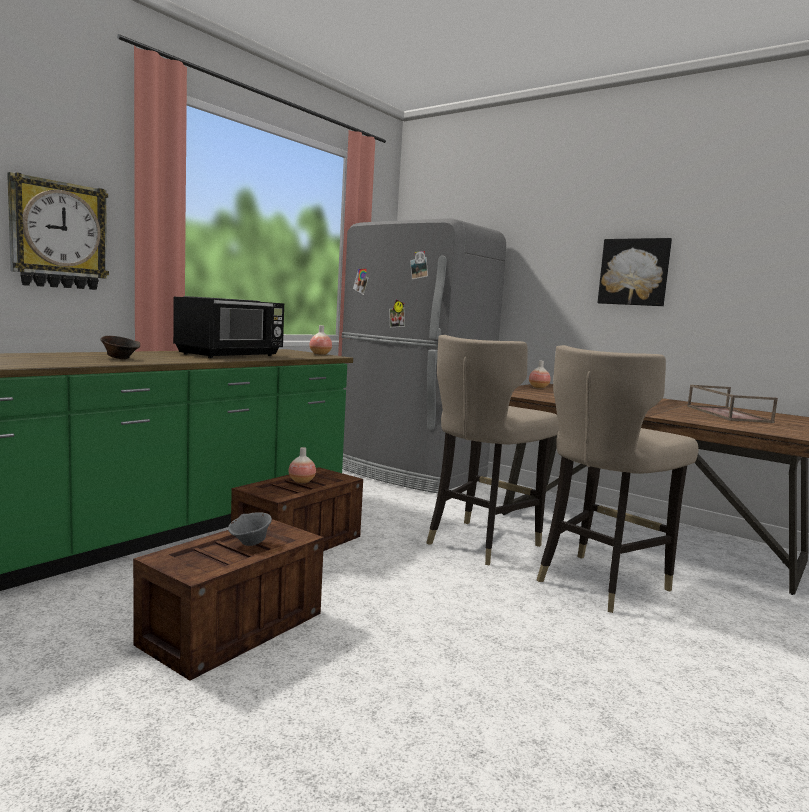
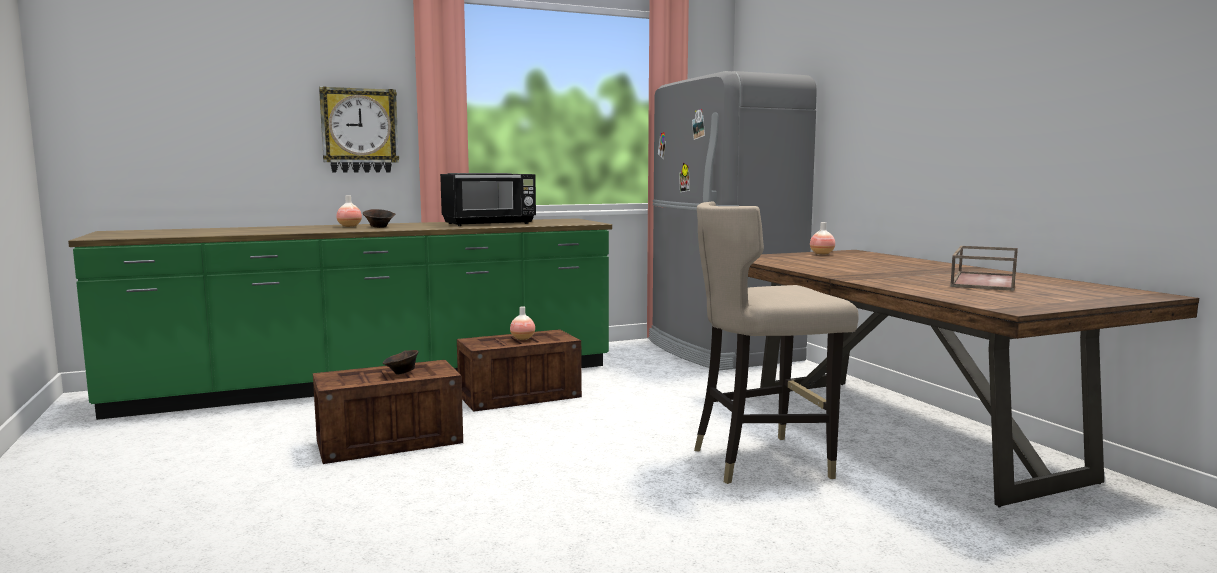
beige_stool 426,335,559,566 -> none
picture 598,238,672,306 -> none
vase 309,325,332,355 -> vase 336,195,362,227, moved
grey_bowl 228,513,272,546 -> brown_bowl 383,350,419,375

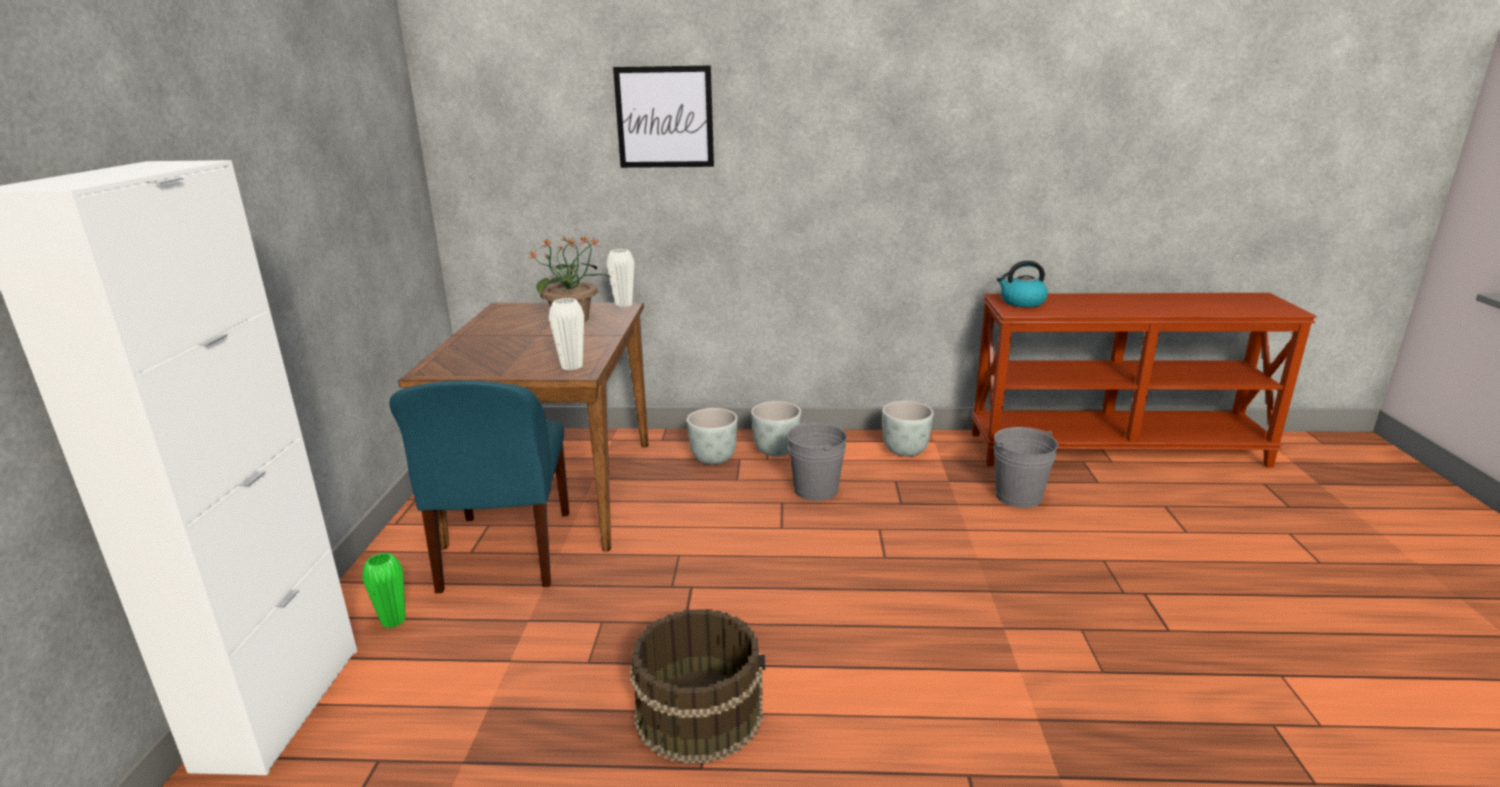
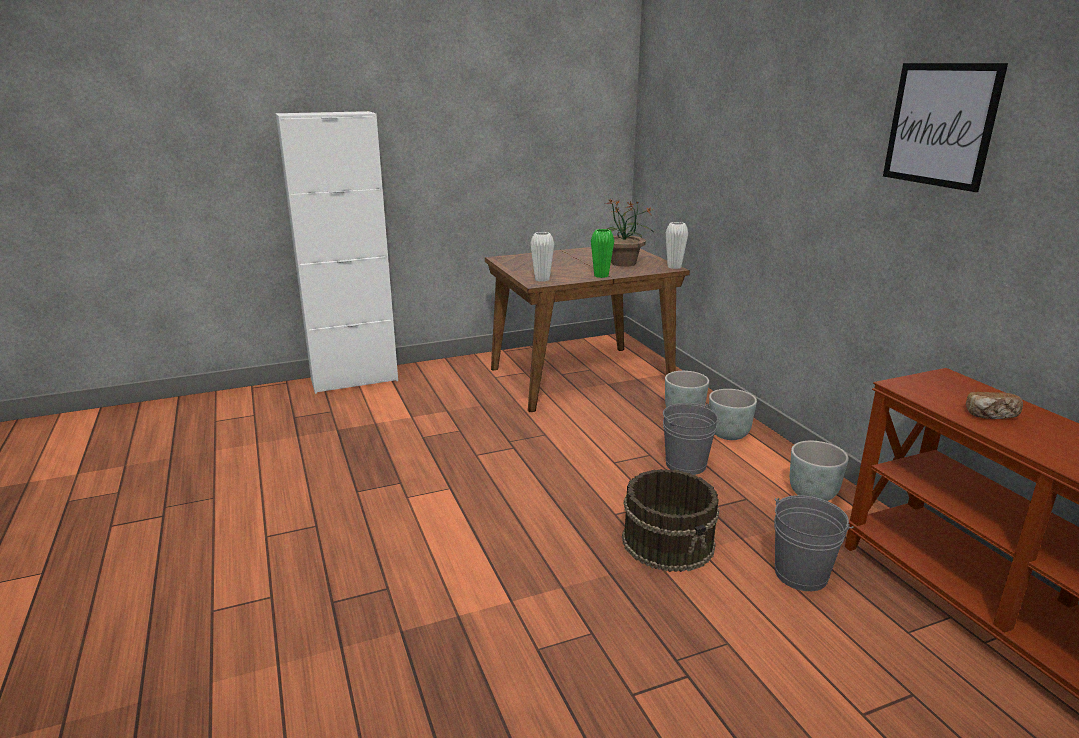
blue_chair 389,381,569,593 -> none
kettle 997,260,1048,307 -> none
none -> bread 966,392,1023,419
green_vase 362,553,406,628 -> green_vase 591,229,614,278, moved
picture 613,65,714,168 -> picture 883,63,1008,192, moved
brown_bucket 630,609,765,764 -> brown_bucket 622,469,720,572, moved

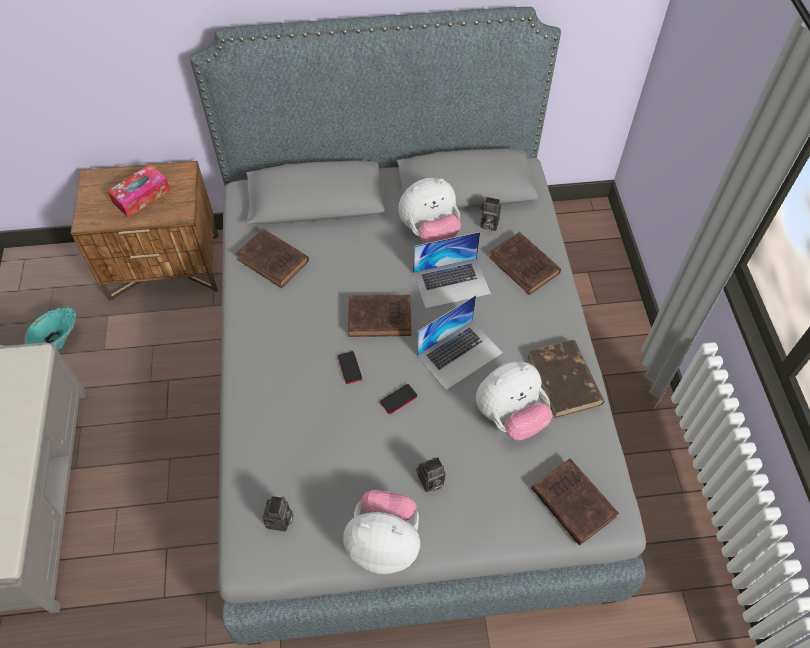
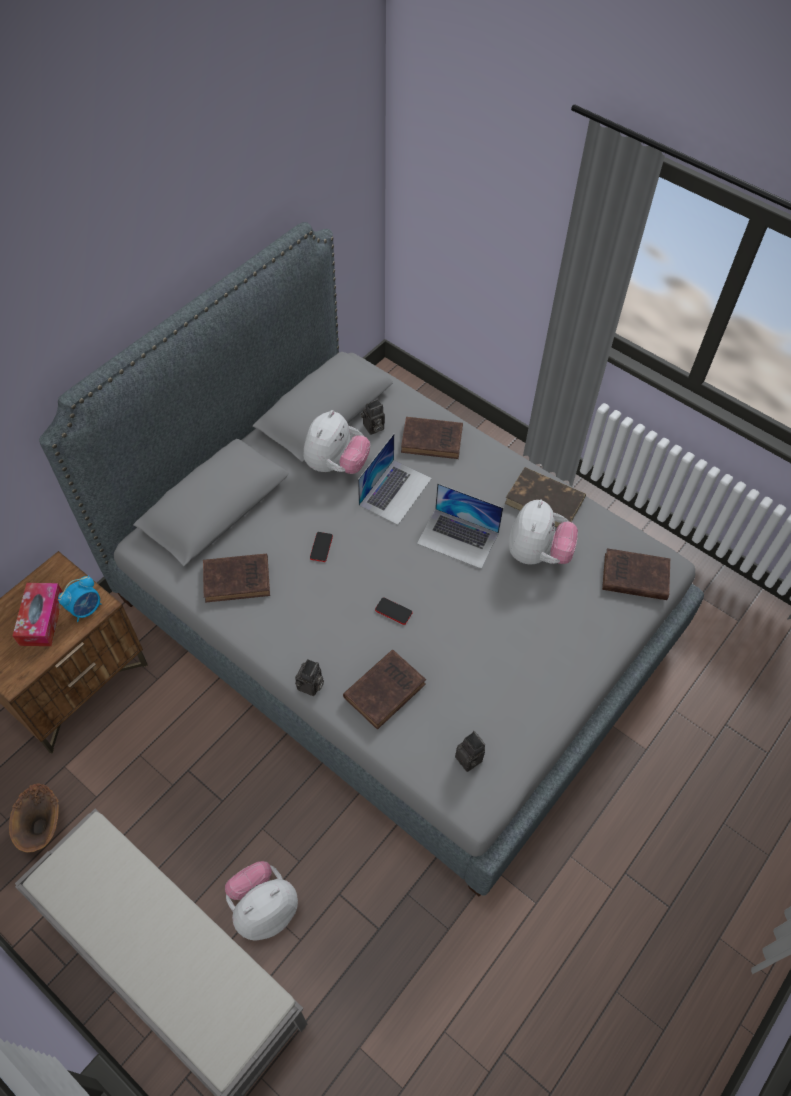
none -> alarm_clock 58,576,101,622
plush_toy 343,490,420,574 -> plush_toy 225,861,298,941, moved
brown_book 348,295,411,337 -> brown_book 343,650,426,730, moved
phone 380,384,418,414 -> phone 310,532,333,562, moved
photo_camera 416,457,446,492 -> photo_camera 295,659,324,696, moved
turquoise_vase 24,307,76,350 -> brown_vase 9,783,59,852
laptop 417,295,503,390 -> laptop 417,483,503,569, 105 degrees clockwise

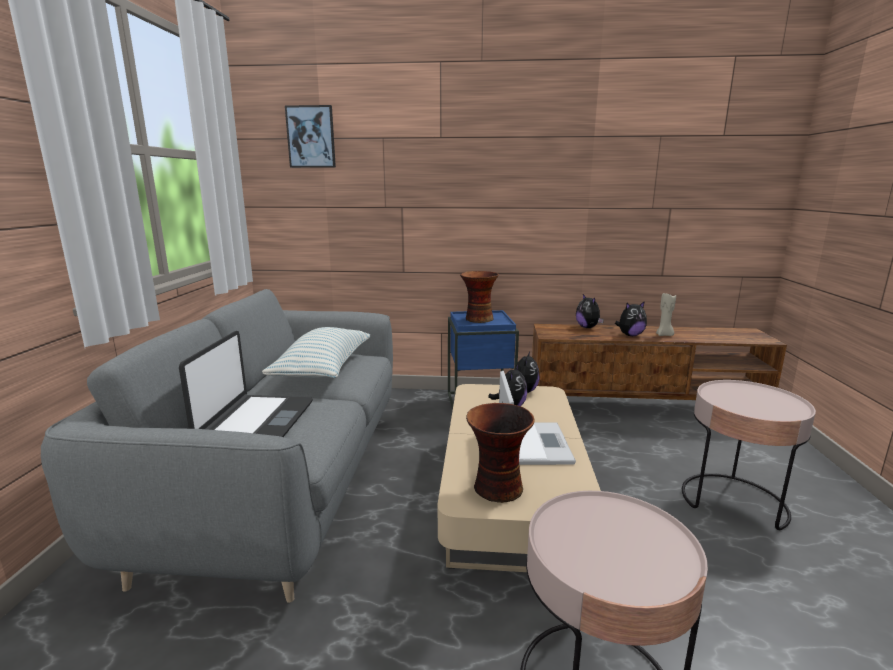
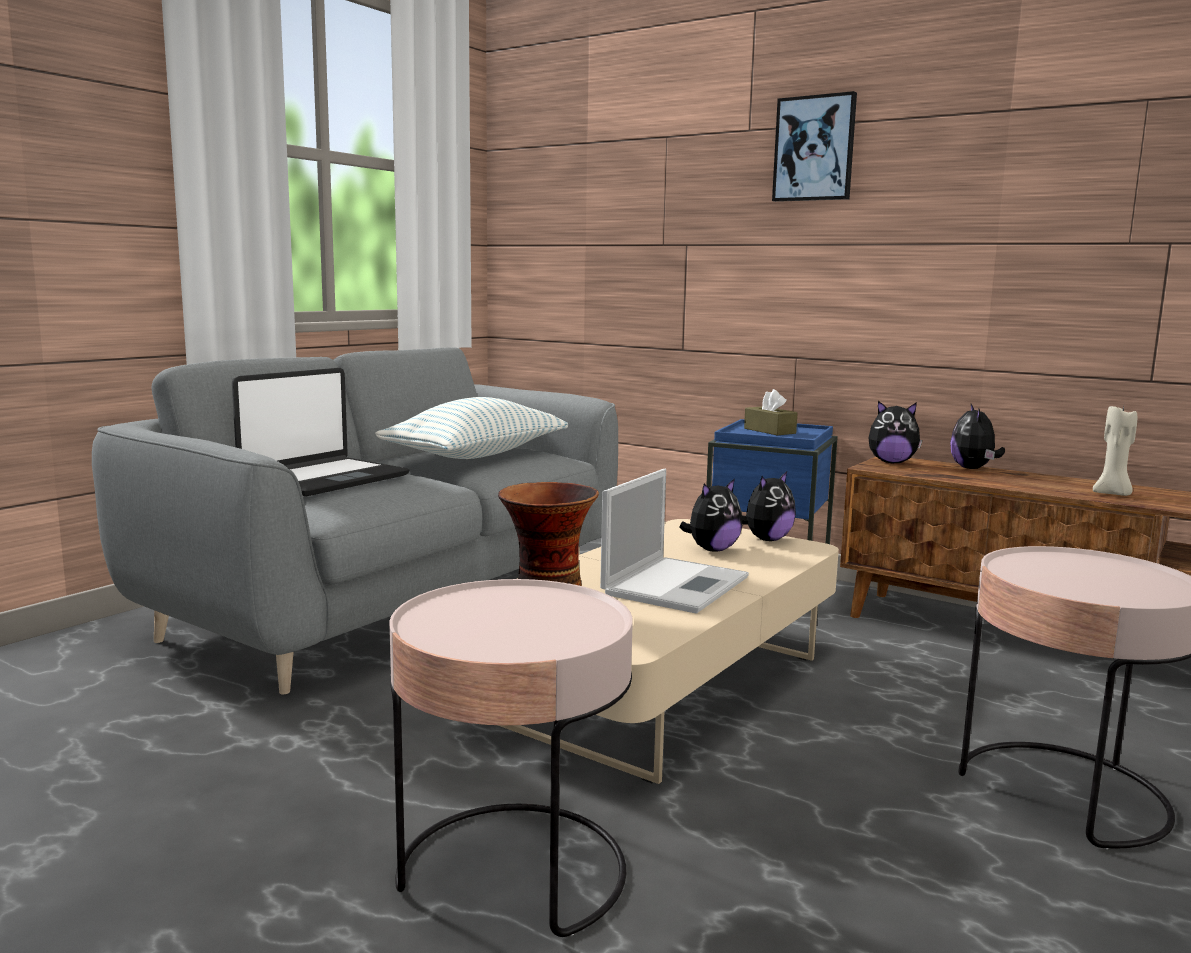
picture 285,105,336,168 -> picture 772,91,857,202, moved
plush_toy 615,301,647,336 -> plush_toy 868,401,922,463, moved
vase 460,271,499,323 -> brown_tissue_box 744,389,798,436

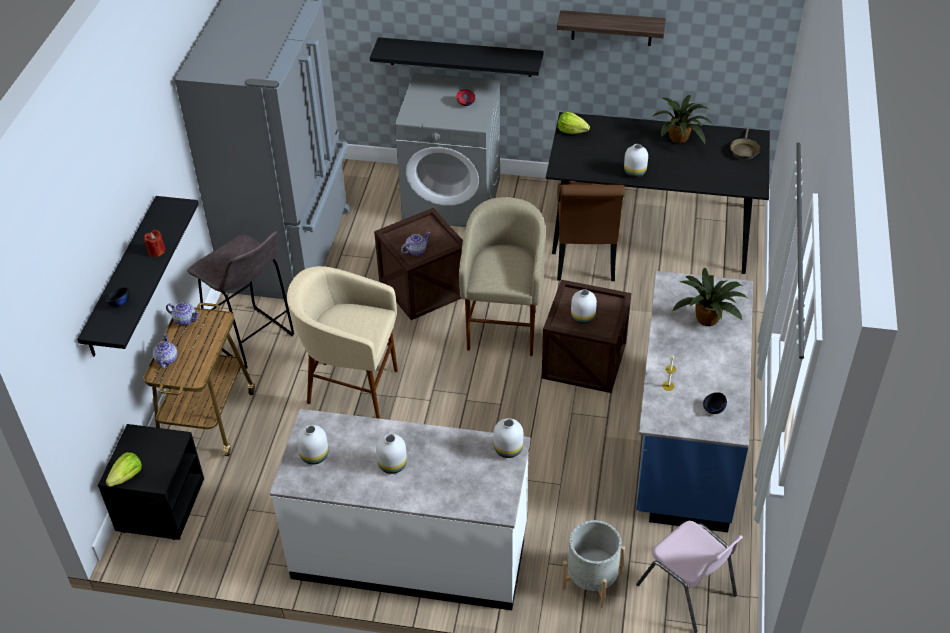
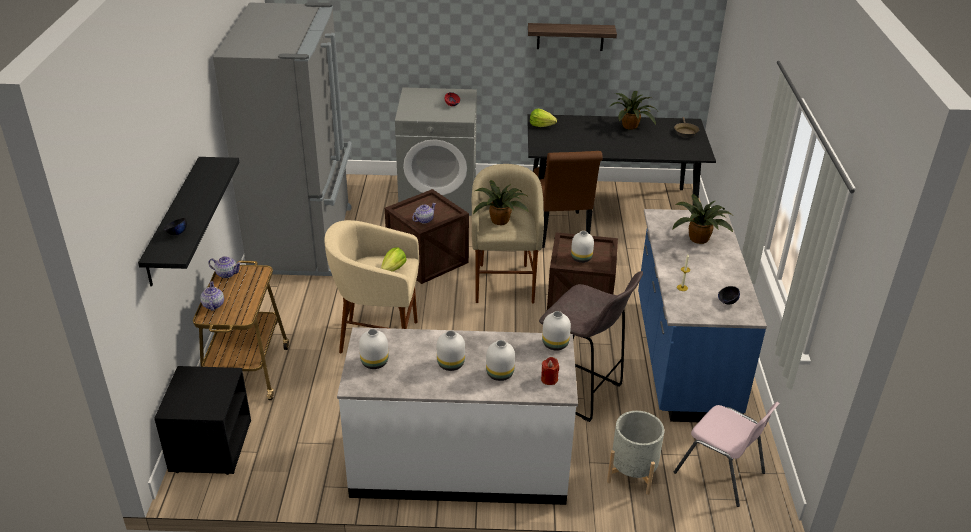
black_shelf 370,37,543,77 -> none
none -> potted_plant 473,180,529,225
lettuce 106,452,142,487 -> lettuce 381,247,407,272, moved
red_candle 144,230,165,257 -> red_candle 541,357,559,385, moved
grey_stool 187,231,294,369 -> grey_stool 539,271,643,422, moved
white_vase 624,144,648,177 -> white_vase 486,340,515,381, moved

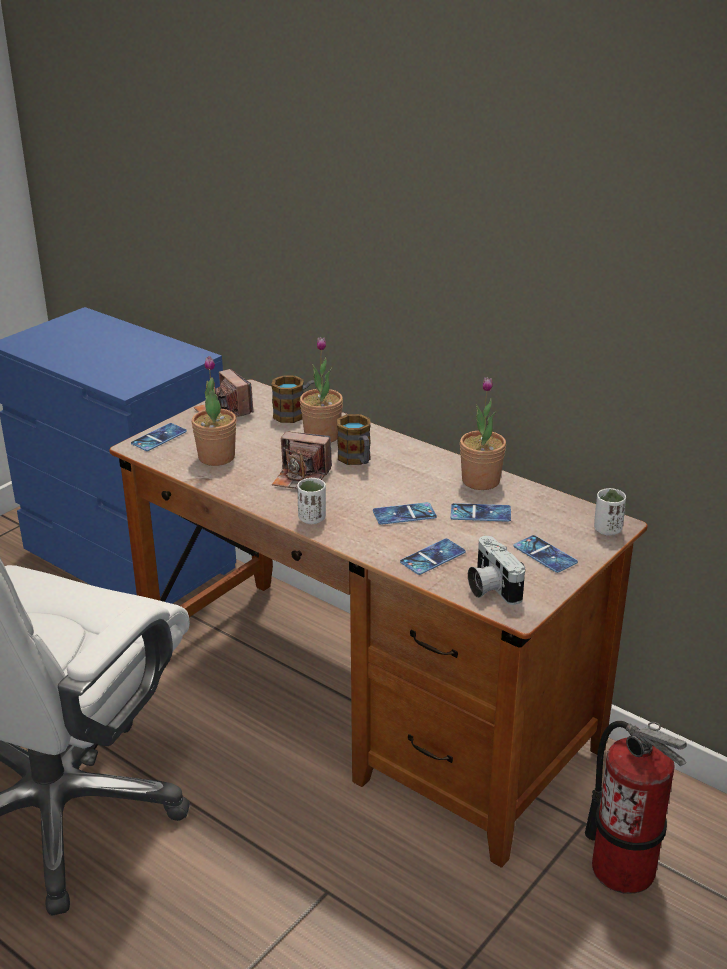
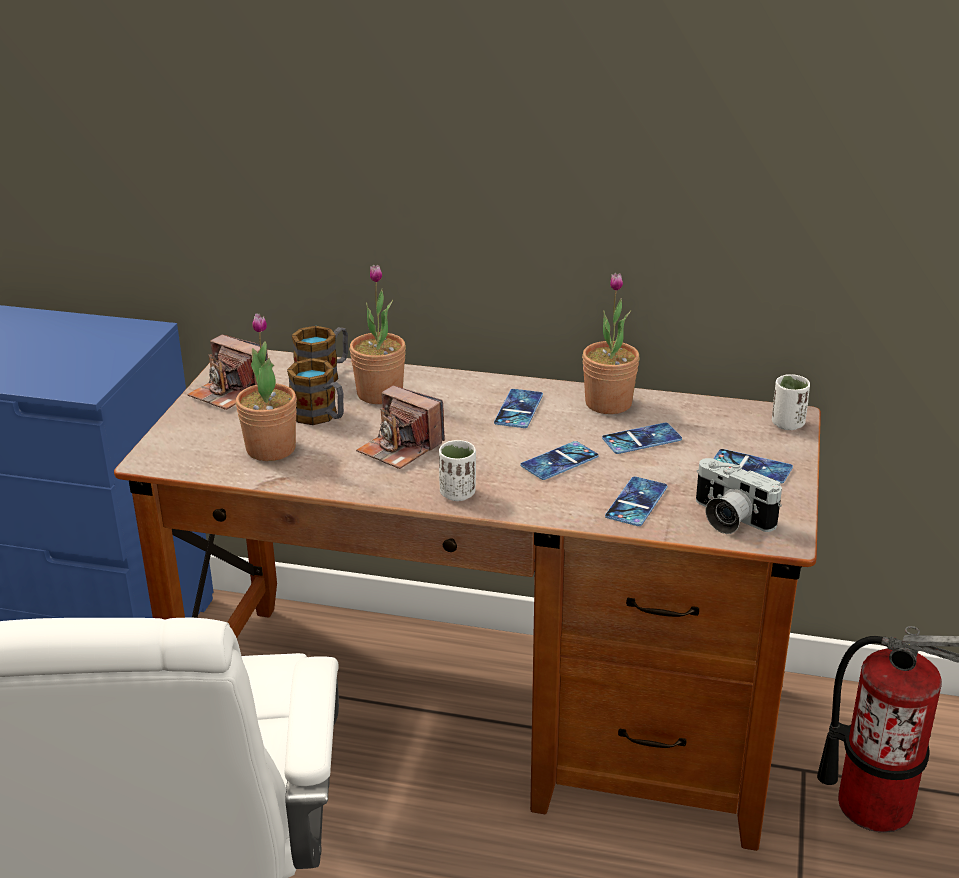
phone 131,423,187,451 -> phone 494,389,543,428, moved
mug 337,414,371,465 -> mug 287,358,344,425, moved
photo_camera 272,432,332,489 -> photo_camera 356,385,445,469, 45 degrees clockwise

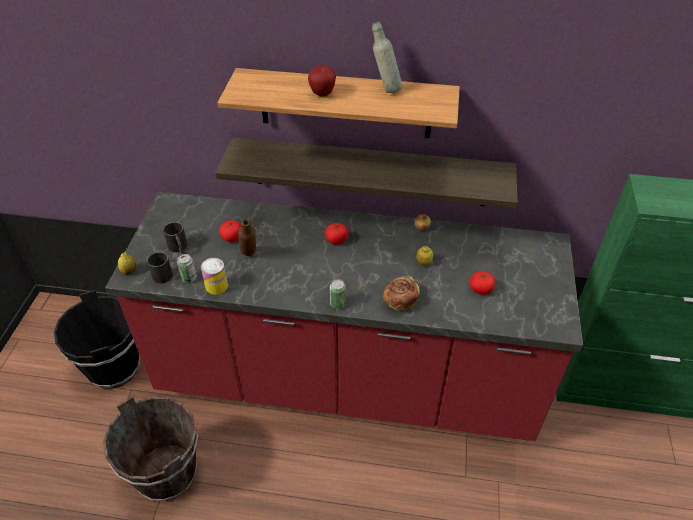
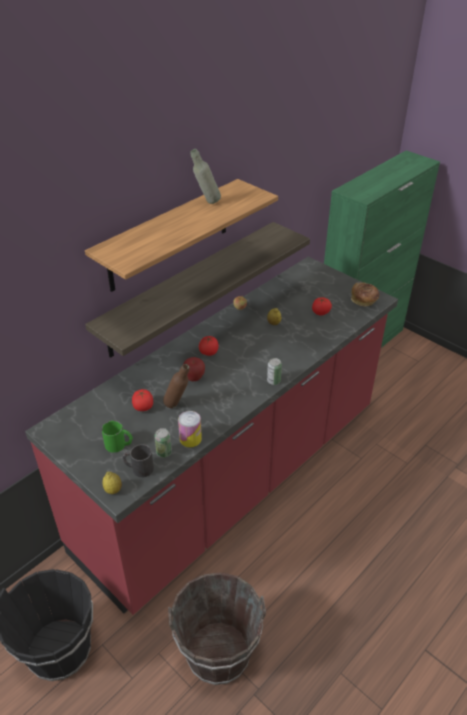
apple 308,65,336,97 -> apple 183,357,205,381, moved
bread 383,276,420,311 -> bread 351,282,379,306, moved
black_mug 163,222,187,253 -> green_mug 102,421,133,453

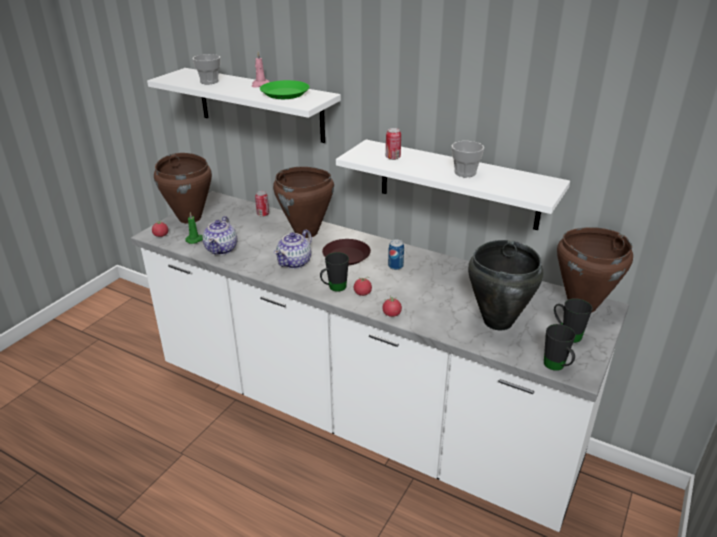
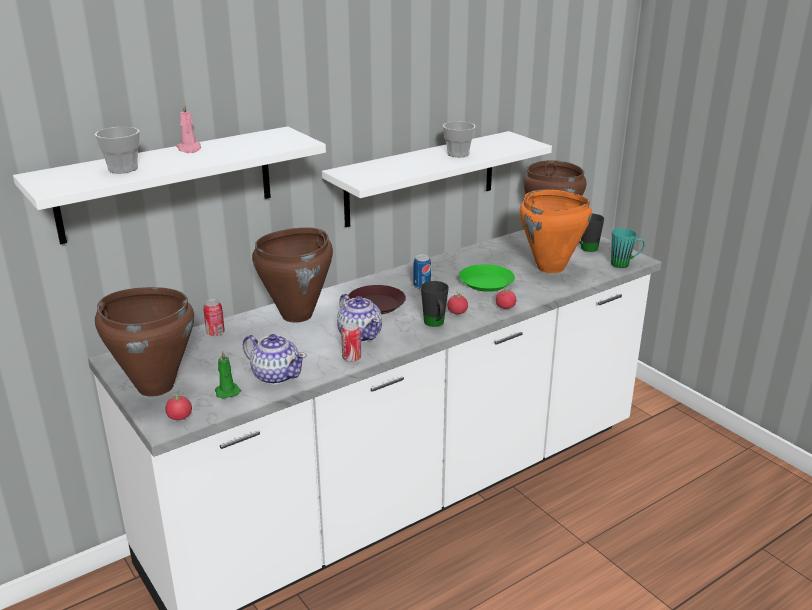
green_plate 260,80,310,99 -> green_plate 459,264,515,292, moved
can 386,128,401,160 -> can 341,323,361,362, moved
black_cooking_pot 468,240,543,330 -> orange_cooking_pot 520,189,592,273
black_mug 544,324,576,371 -> turquoise_mug 611,228,645,268

